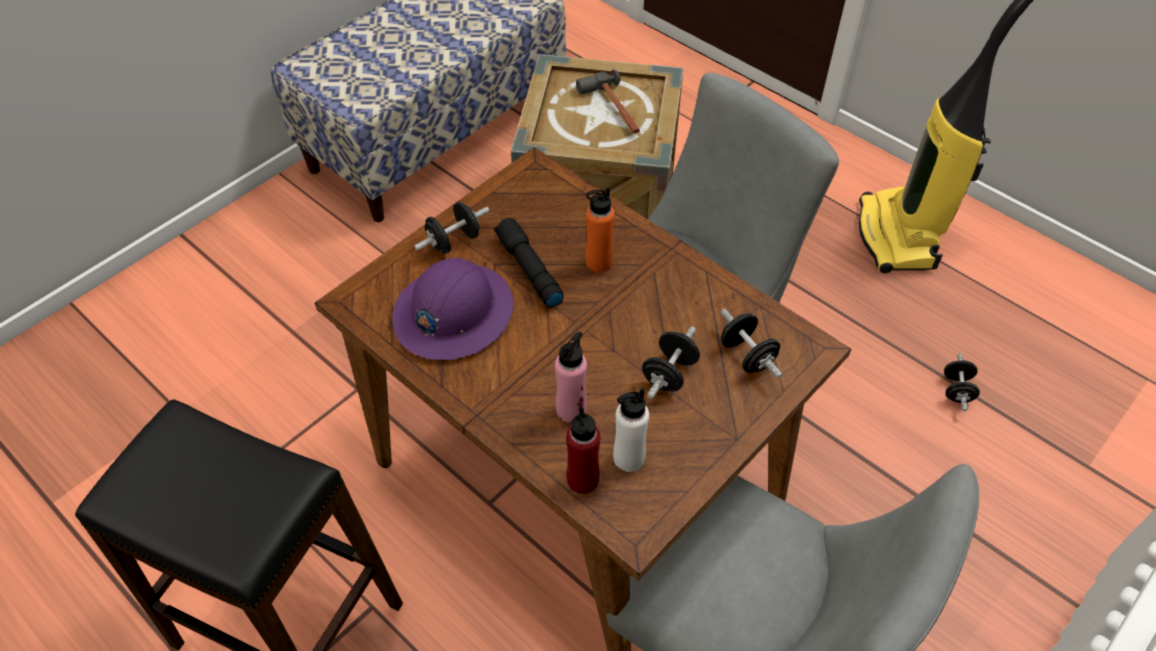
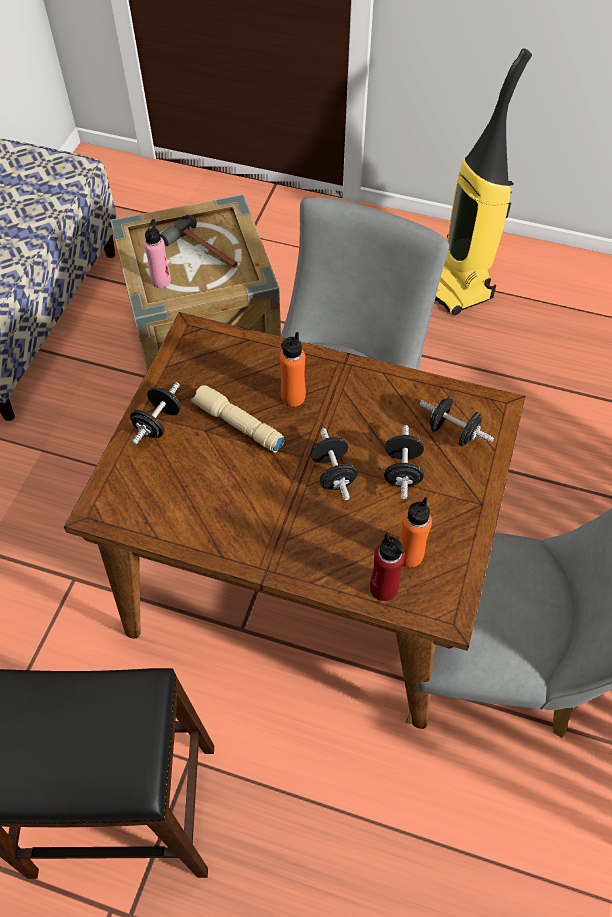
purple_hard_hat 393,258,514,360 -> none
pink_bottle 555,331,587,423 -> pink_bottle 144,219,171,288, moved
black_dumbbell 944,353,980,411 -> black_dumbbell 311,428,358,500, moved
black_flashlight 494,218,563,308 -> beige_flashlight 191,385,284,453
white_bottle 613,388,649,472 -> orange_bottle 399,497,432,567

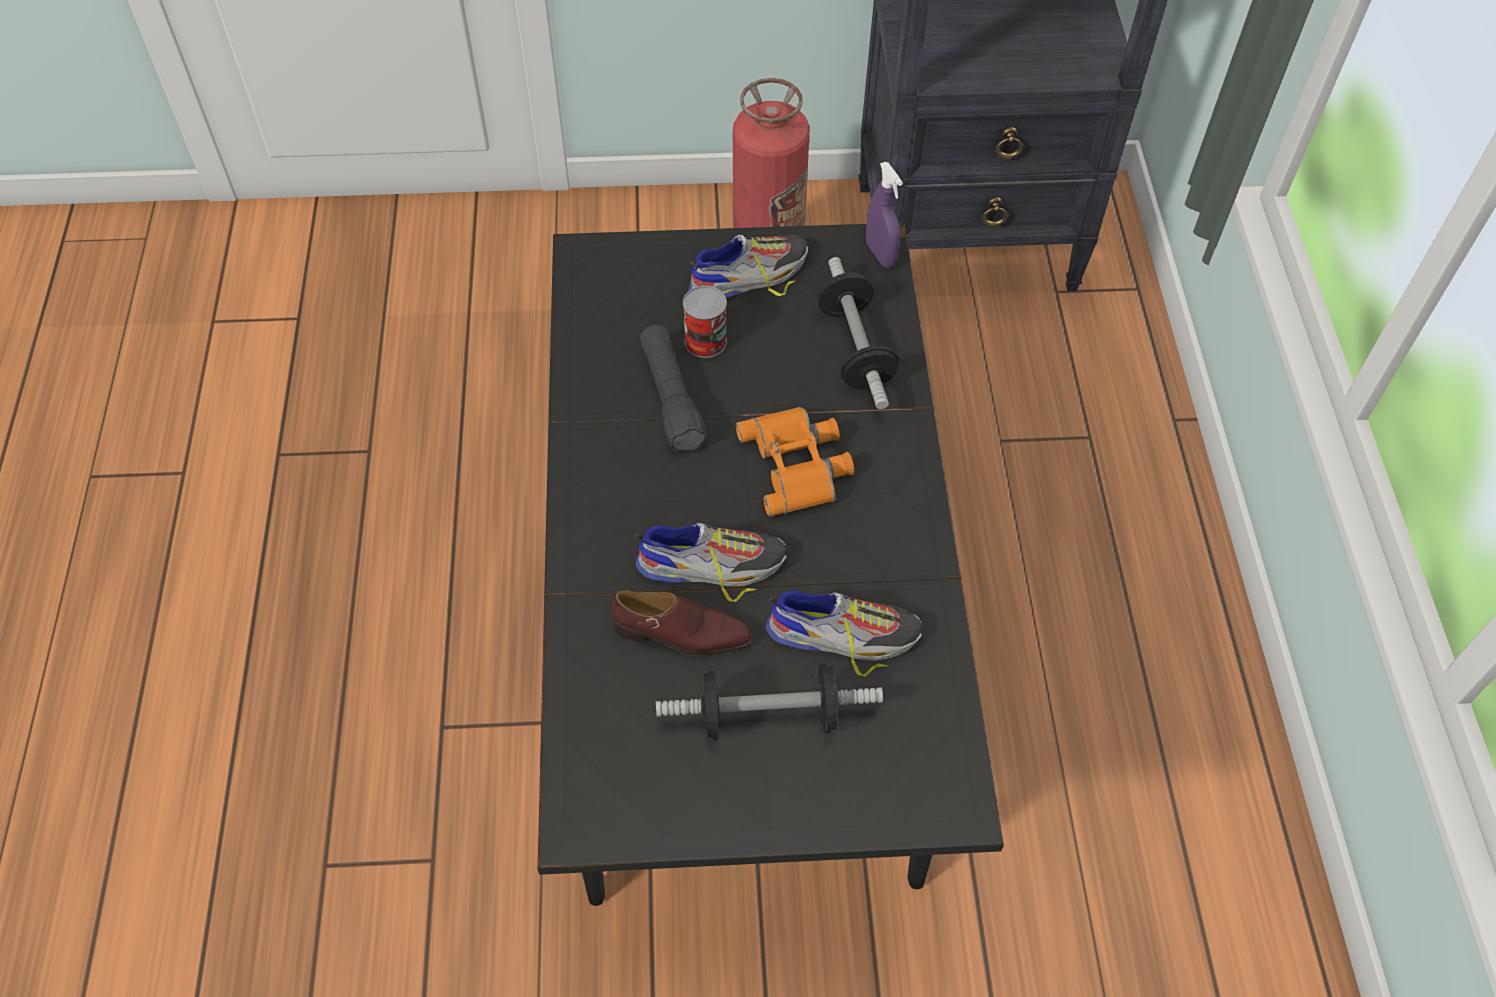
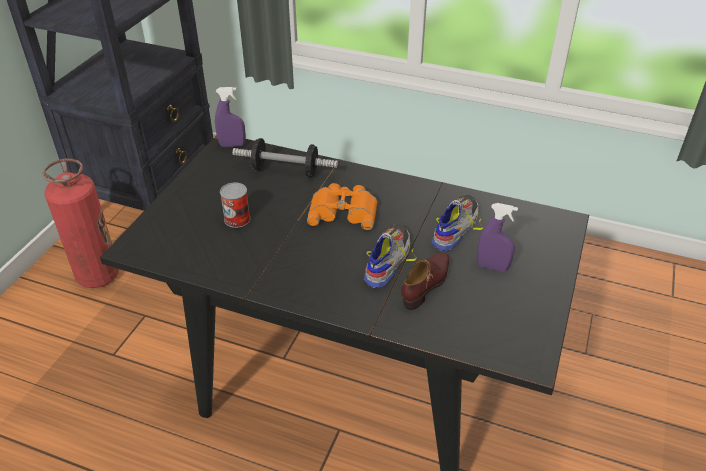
black_flashlight 640,325,707,453 -> none
shoe 689,235,808,298 -> none
dumbbell 656,664,883,741 -> purple_spray_bottle 477,203,518,272

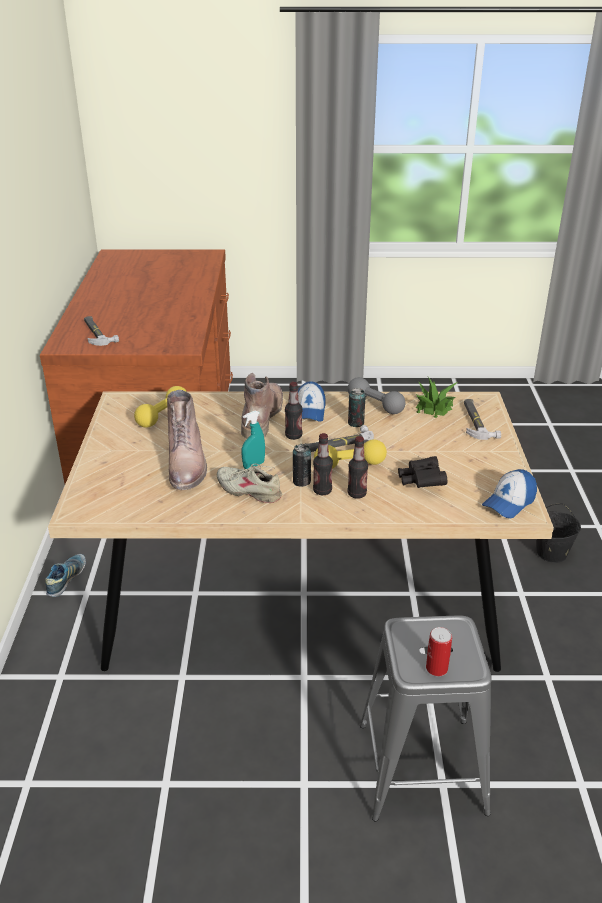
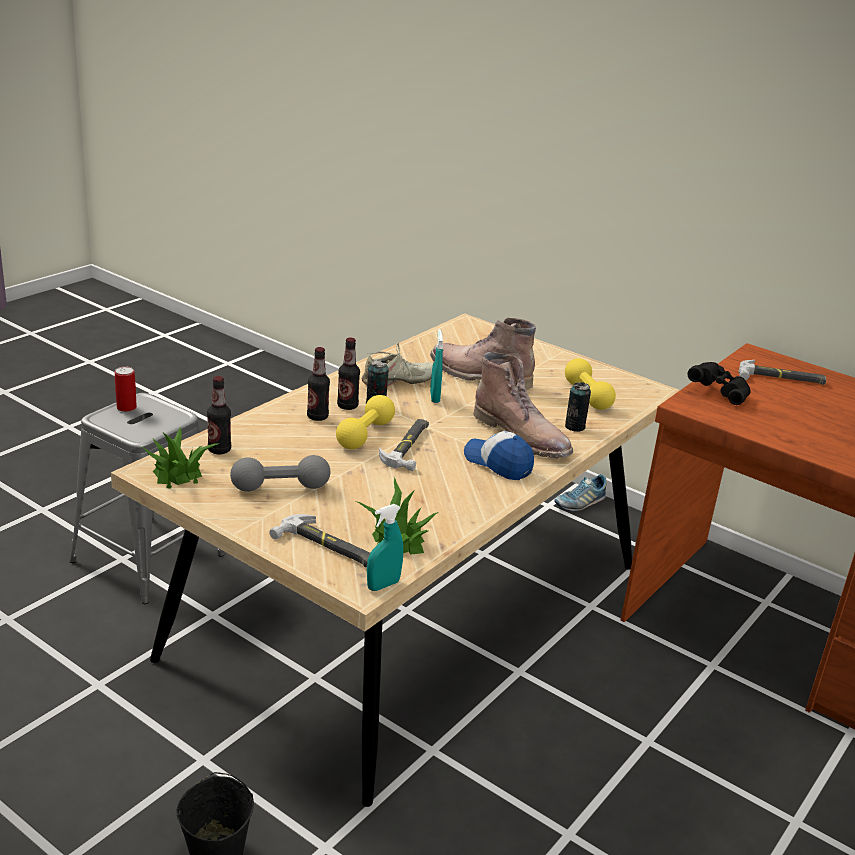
none -> turquoise_spray_bottle 367,504,403,591
bottle 285,382,302,440 -> bottle 207,376,231,454, moved
grey_dumbbell 348,377,406,414 -> grey_dumbbell 230,455,330,492, moved
can 348,388,366,427 -> can 565,382,591,432, moved
black_binoculars 398,456,447,488 -> black_binoculars 687,362,751,405, moved
cap 482,469,537,518 -> potted_plant 142,427,218,489
shoe 45,554,86,597 -> shoe 554,474,607,511, 90 degrees clockwise

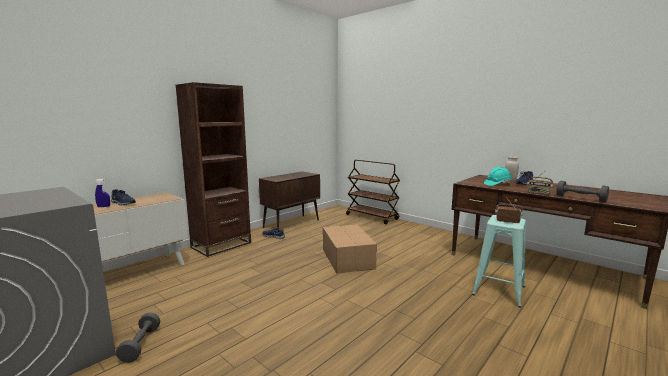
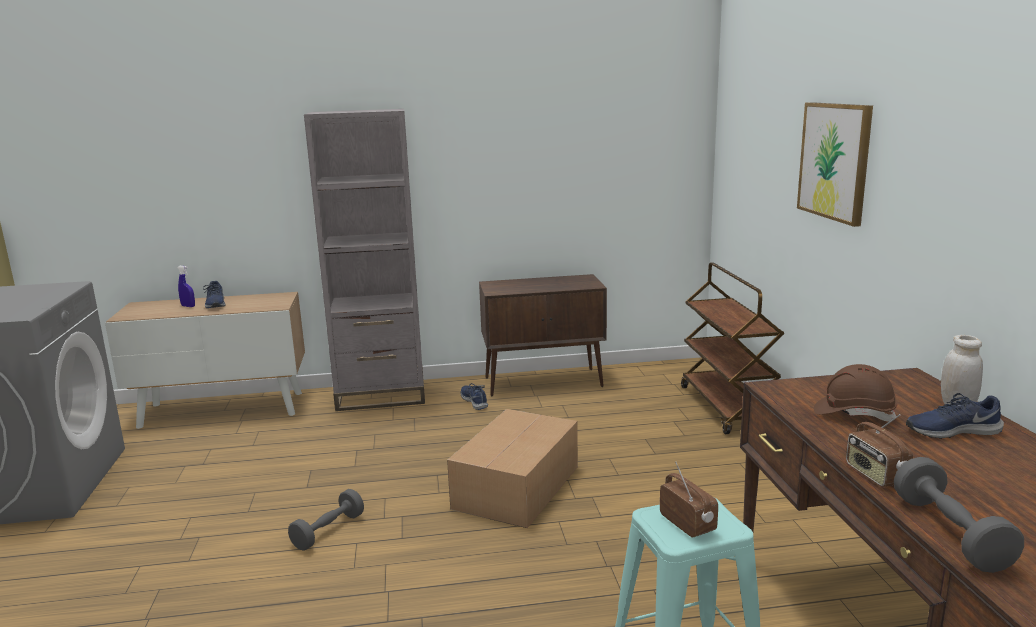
none -> picture 797,102,873,227
grey_dumbbell 116,313,160,363 -> grey_dumbbell 288,489,364,551, moved
brown_bookcase 176,82,251,257 -> grey_bookcase 304,109,425,411
turquoise_hard_hat 484,167,512,186 -> brown_hard_hat 814,364,898,421

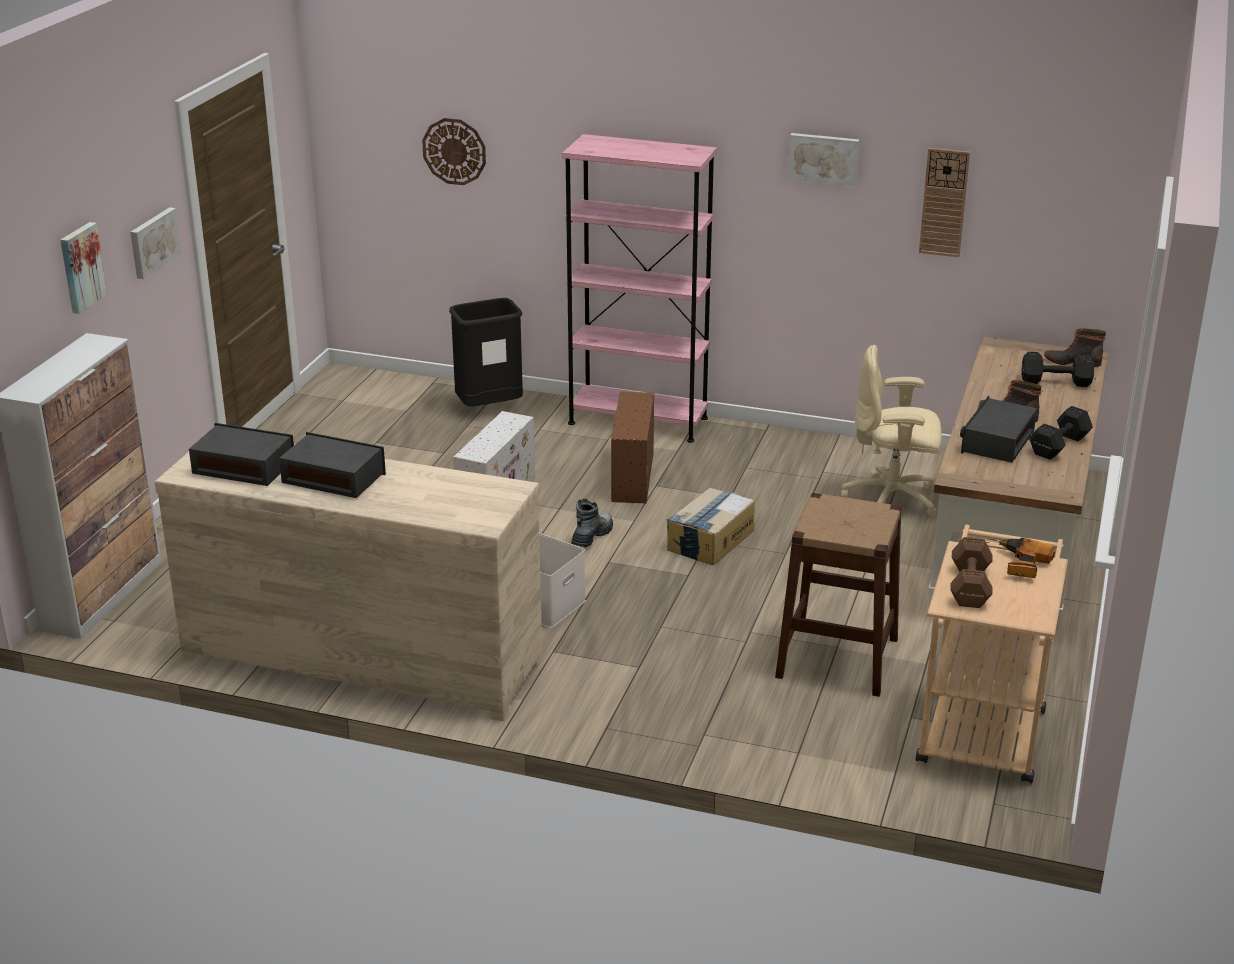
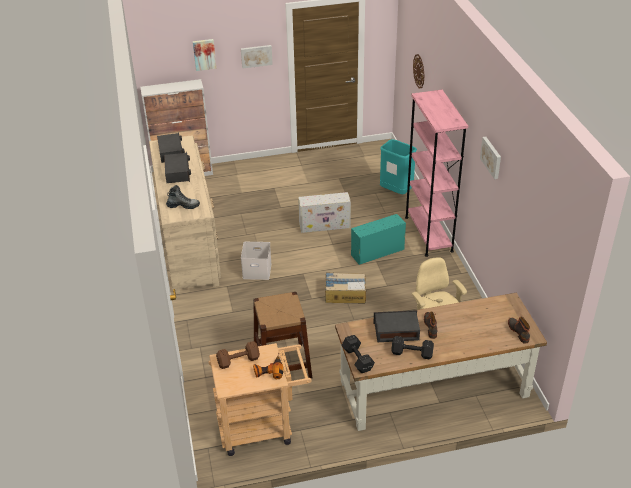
wall_clock 919,148,970,257 -> none
boot 571,498,613,547 -> boot 166,185,200,209, moved
black_dumbbell 1021,352,1095,387 -> black_dumbbell 342,335,375,373, moved
black_trash_can 449,298,523,406 -> turquoise_trash_can 380,139,417,194
brown_storage_box 611,392,654,503 -> turquoise_storage_box 351,214,406,265

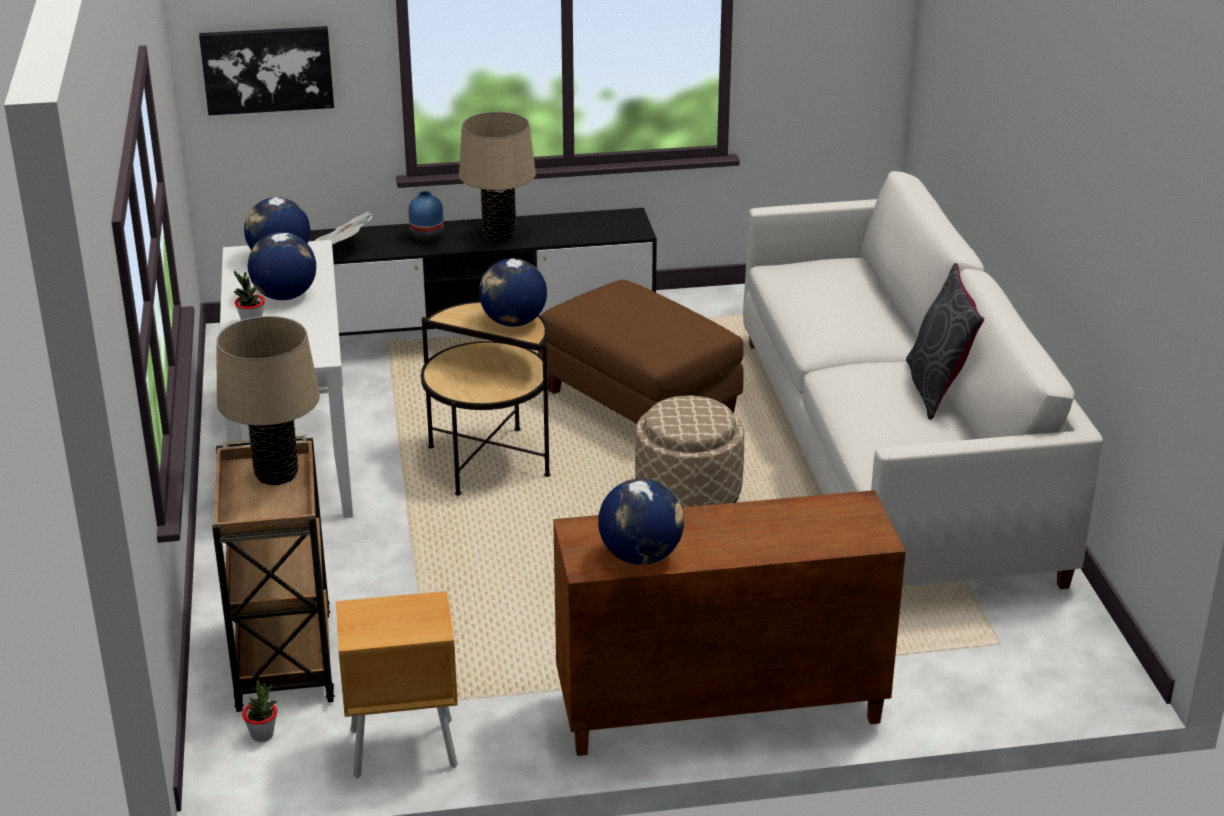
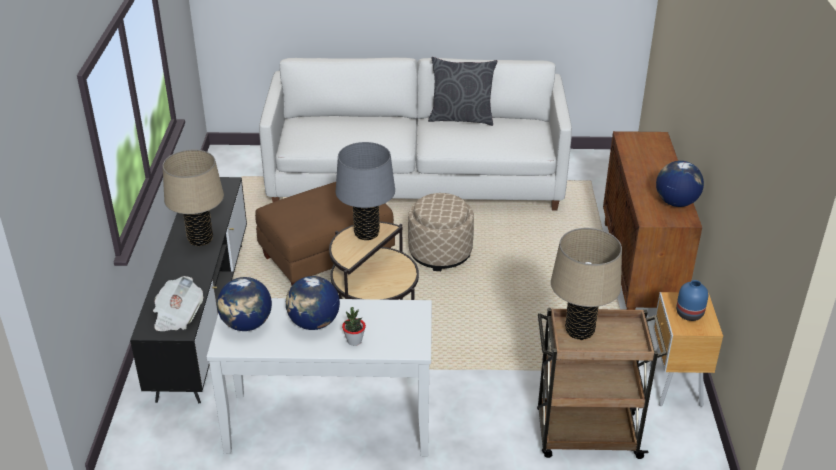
picture 199,26,334,115 -> none
potted_plant 242,680,277,742 -> none
blue_vase 409,191,444,242 -> blue_vase 676,280,708,321, moved
globe 479,259,547,327 -> grey_table_lamp 336,142,395,240

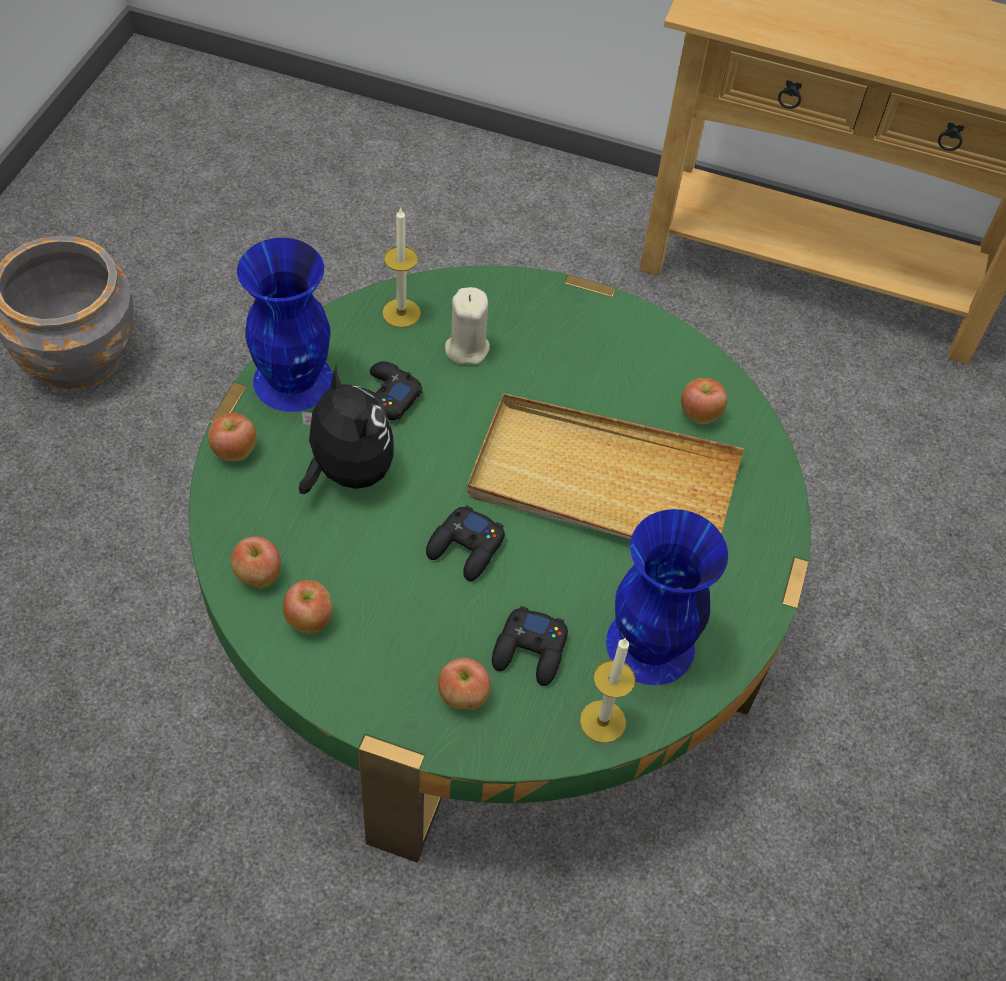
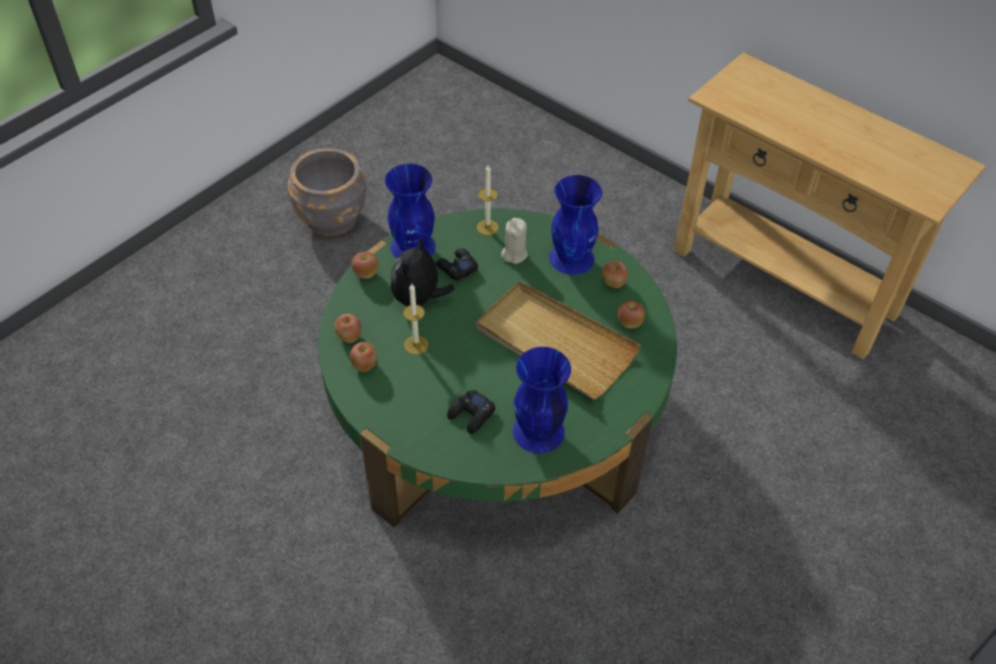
black_game_controller 426,505,505,581 -> none
none -> blue_vase 549,175,602,275
apple 438,657,491,710 -> apple 602,261,628,288, moved
candle 580,637,635,743 -> candle 403,284,428,355, moved
plush_toy 299,366,394,494 -> plush_toy 391,237,455,306, 150 degrees counterclockwise

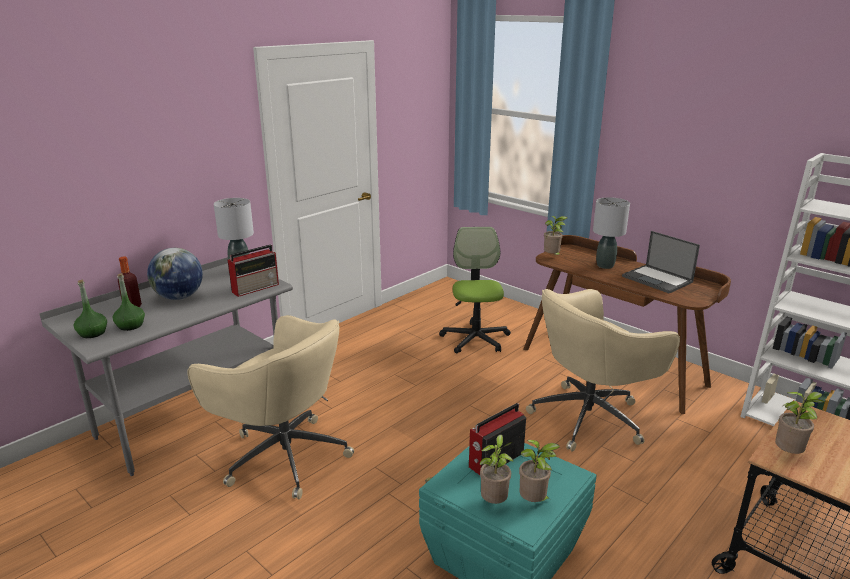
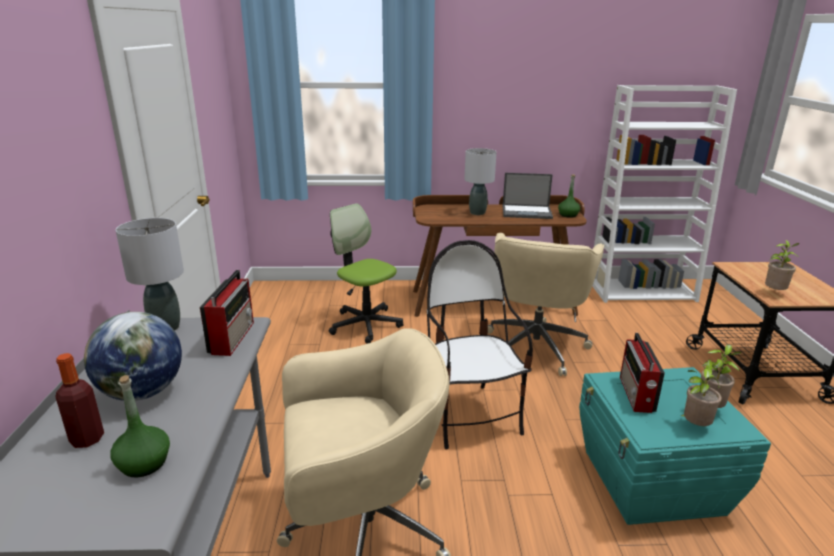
potted_plant 544,216,568,255 -> none
none -> chair 427,240,533,450
green_bottle 74,280,107,338 -> green_bottle 558,174,580,218, moved

